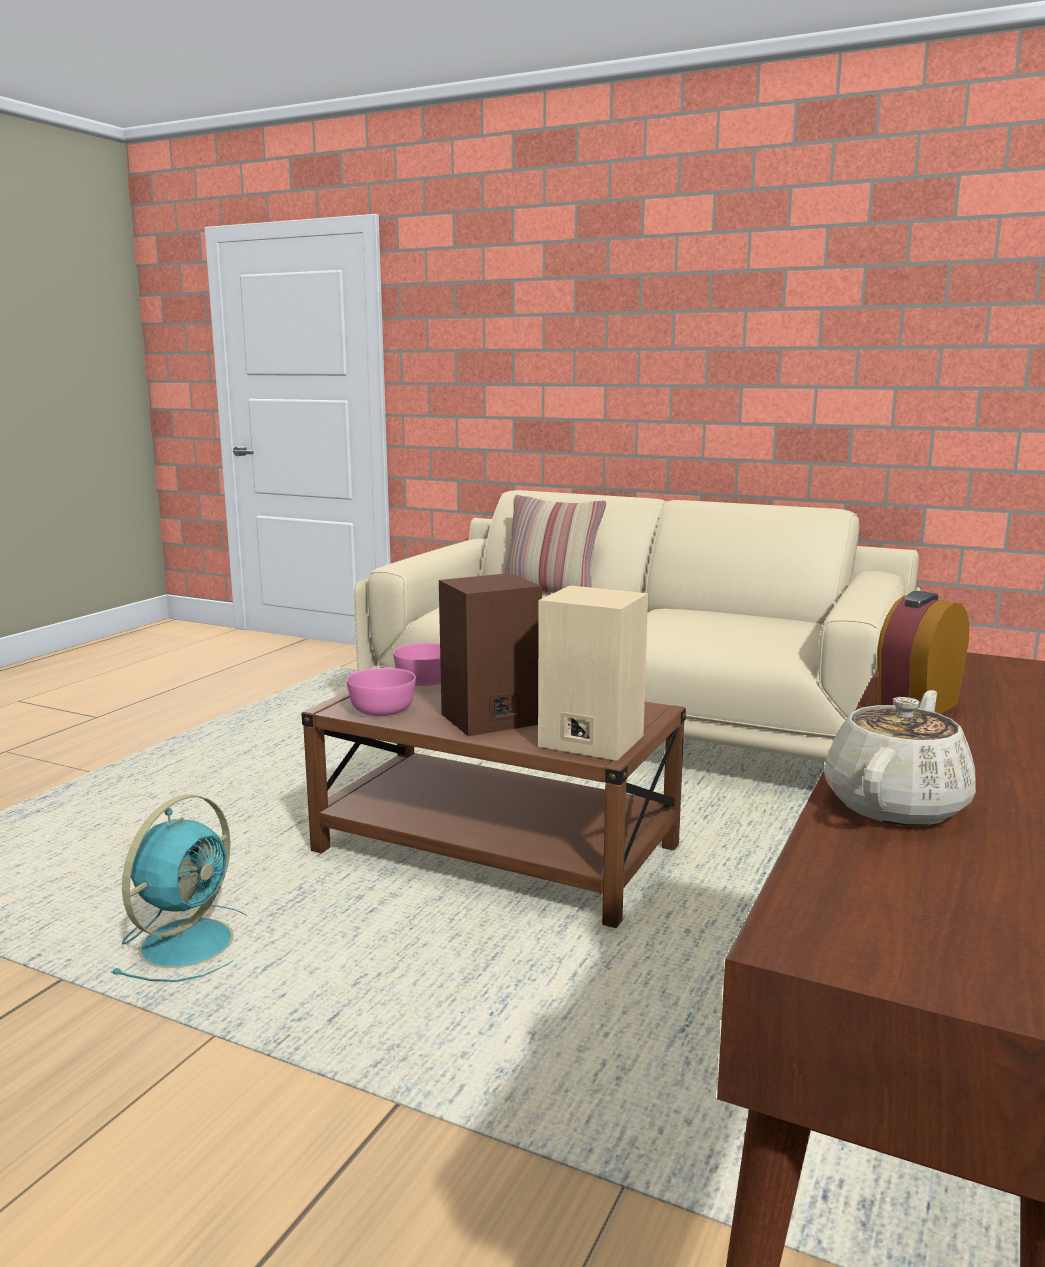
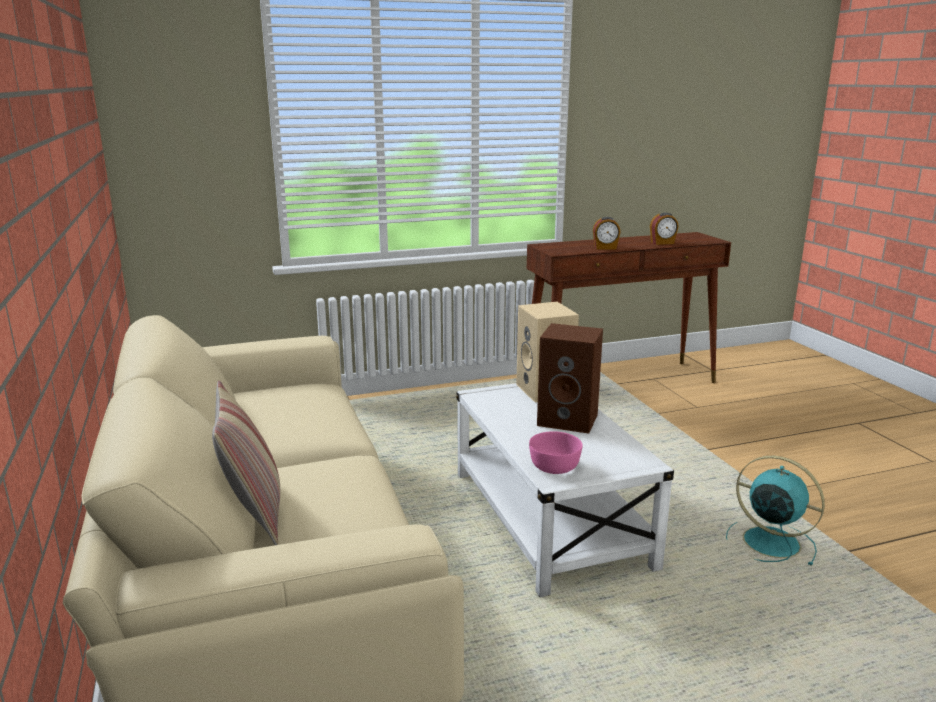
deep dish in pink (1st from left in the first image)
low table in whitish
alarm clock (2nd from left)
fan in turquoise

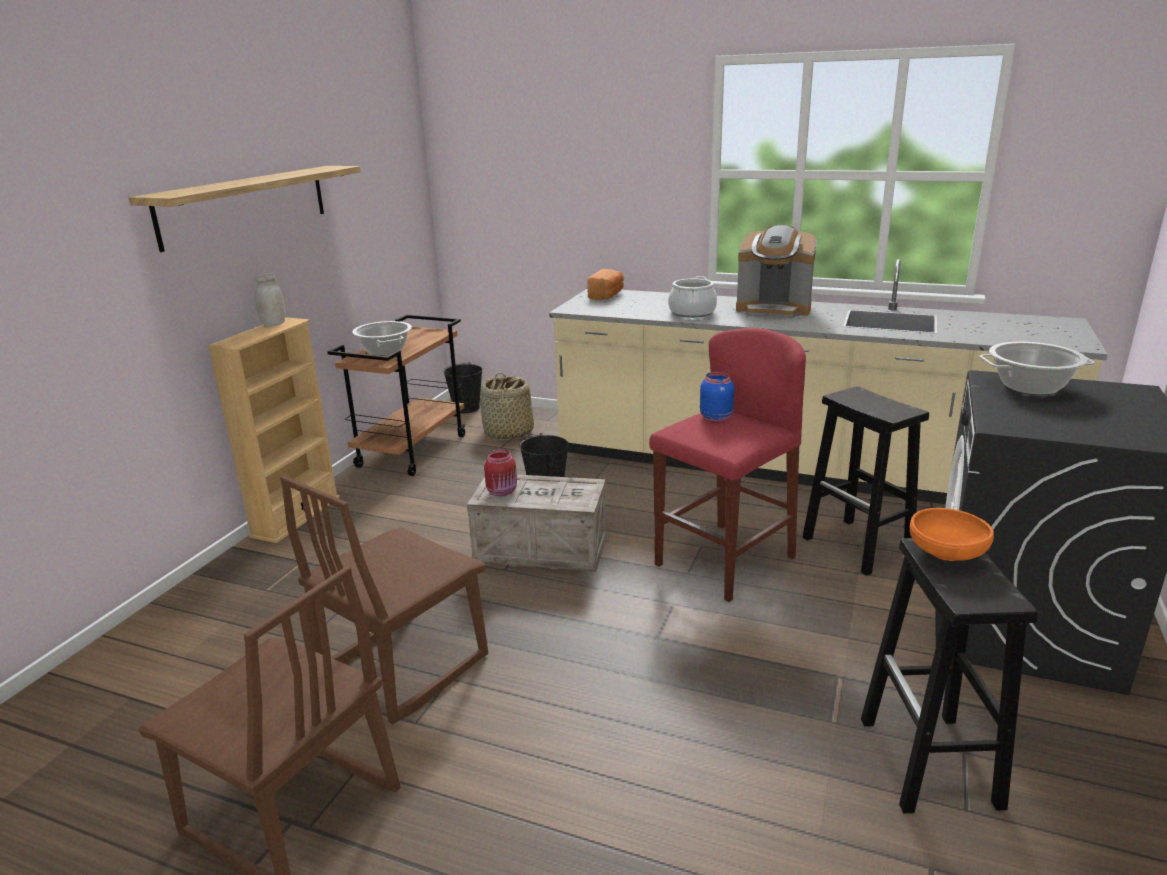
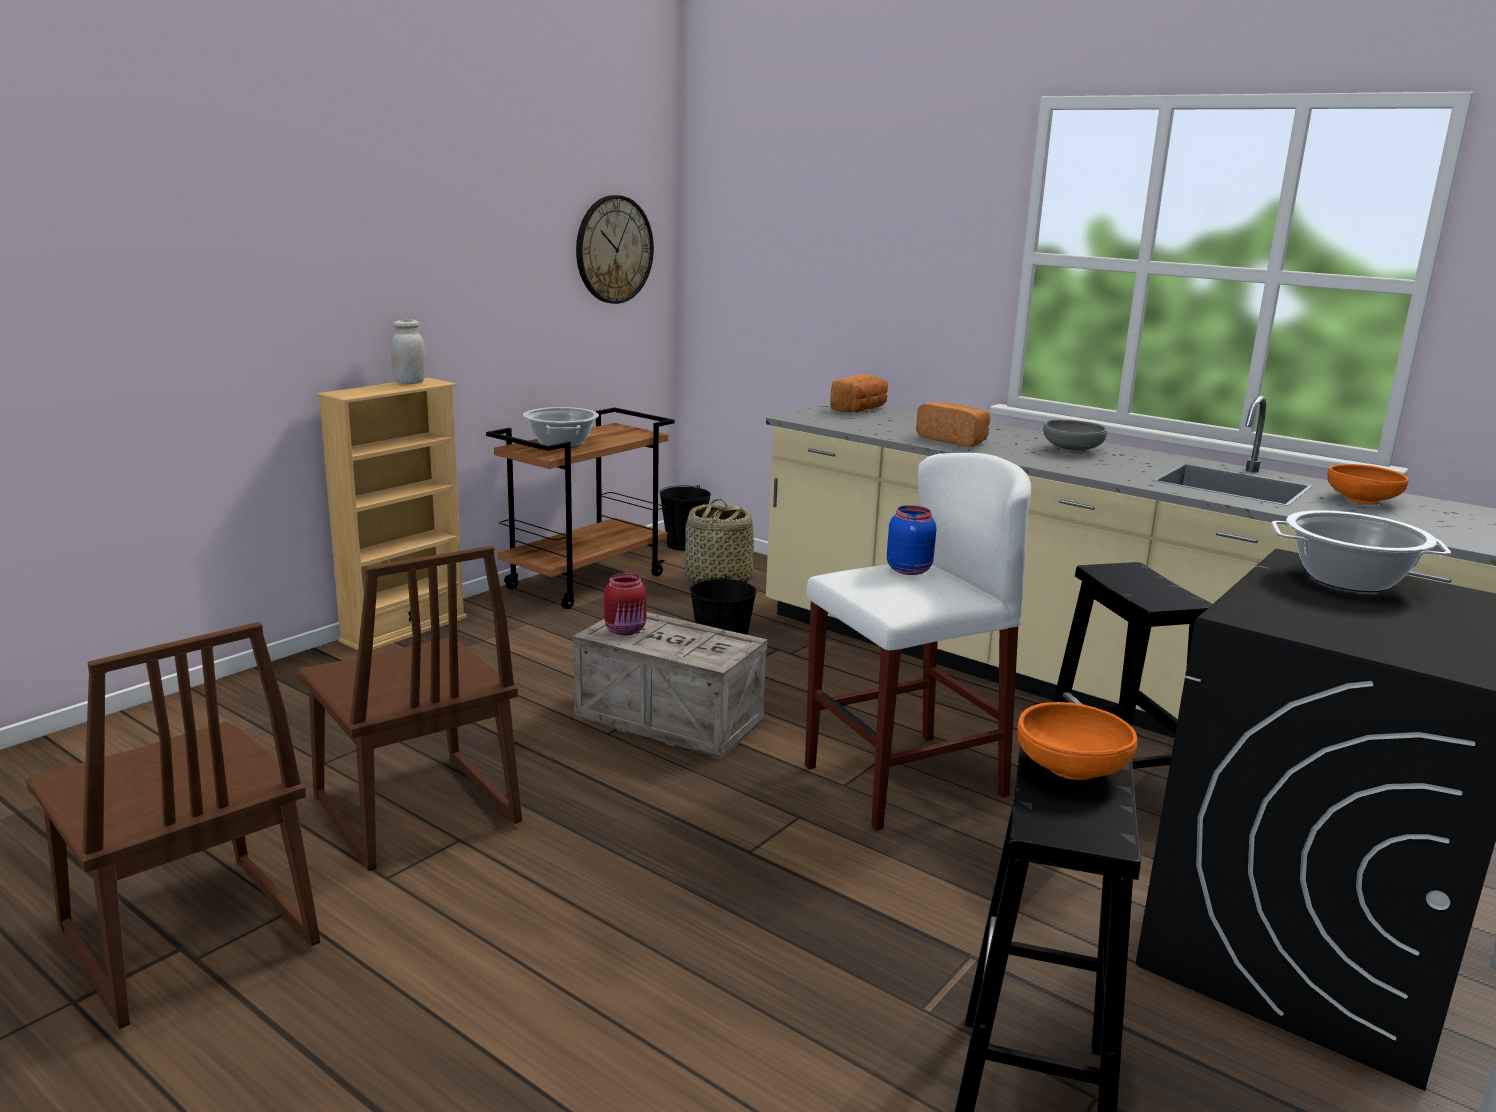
bracket shelf
deep dish in greyish
bakery bread (2nd from left)
stool in whitish
plain chair in brownish (2nd from left)
clock on the wall
deep dish in orange-coloured (2nd from left)

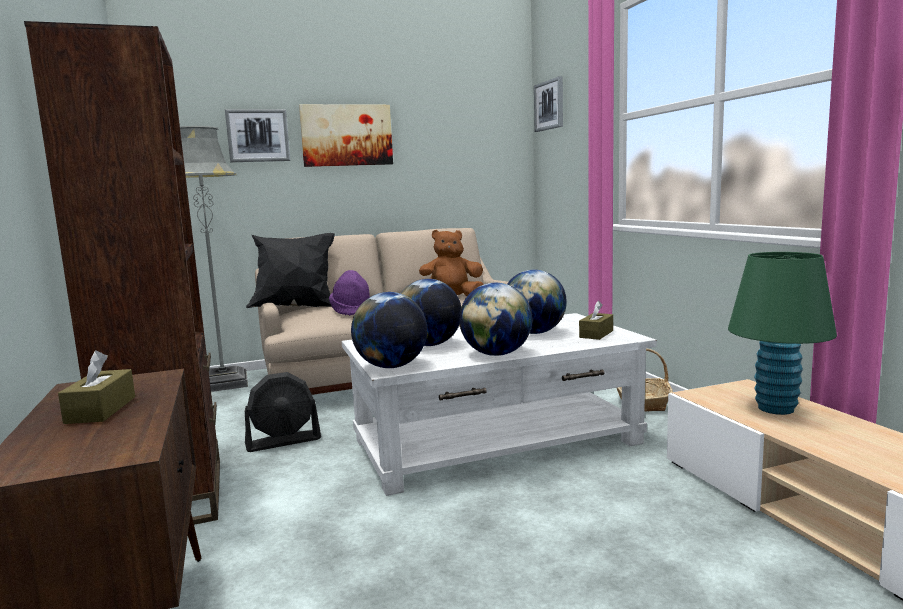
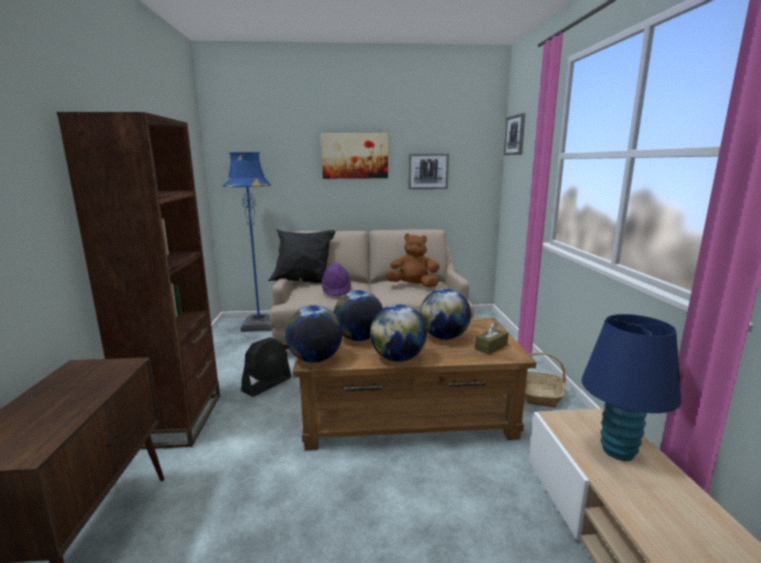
wall art (2nd from left)
standing lamp in blue
table lamp in blue
low table in brownish
box of tissues in brownish (1st from left in the first image)
fan in black

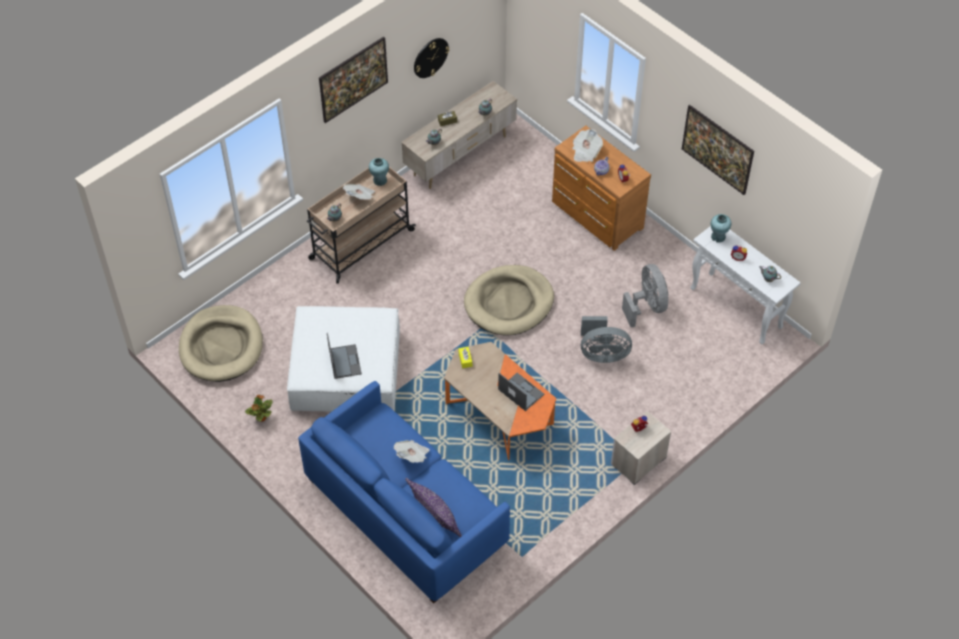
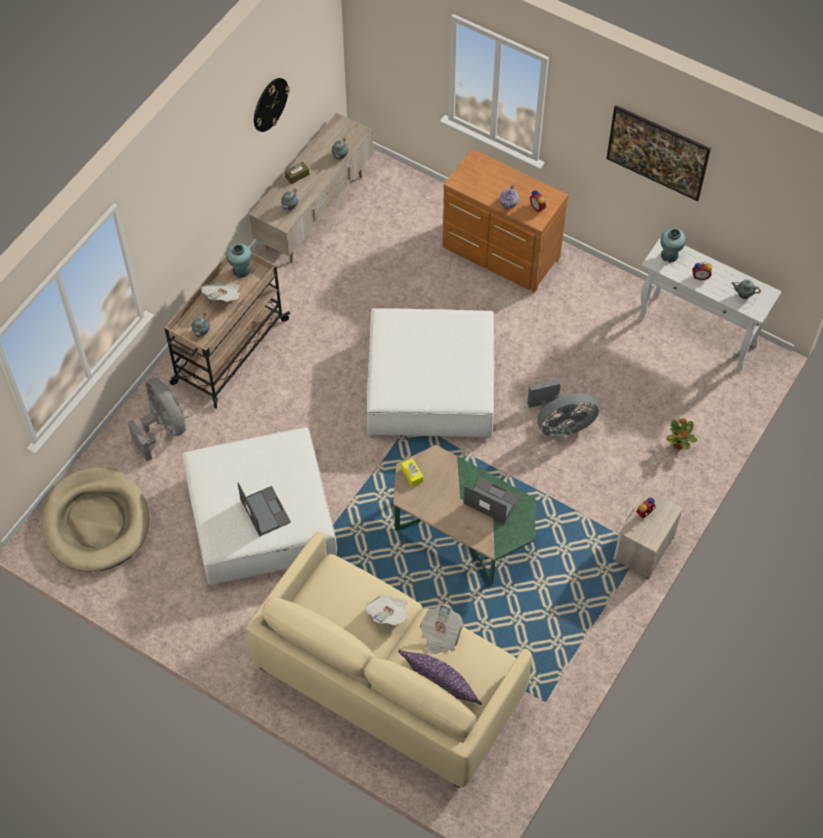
wall art (1st from left in the first image)
daily paper (3rd from left)
fan in greyish (1st from left)
pouffe in whitish (2nd from left)
low table in green
sofa in beige-coloured
potted plant

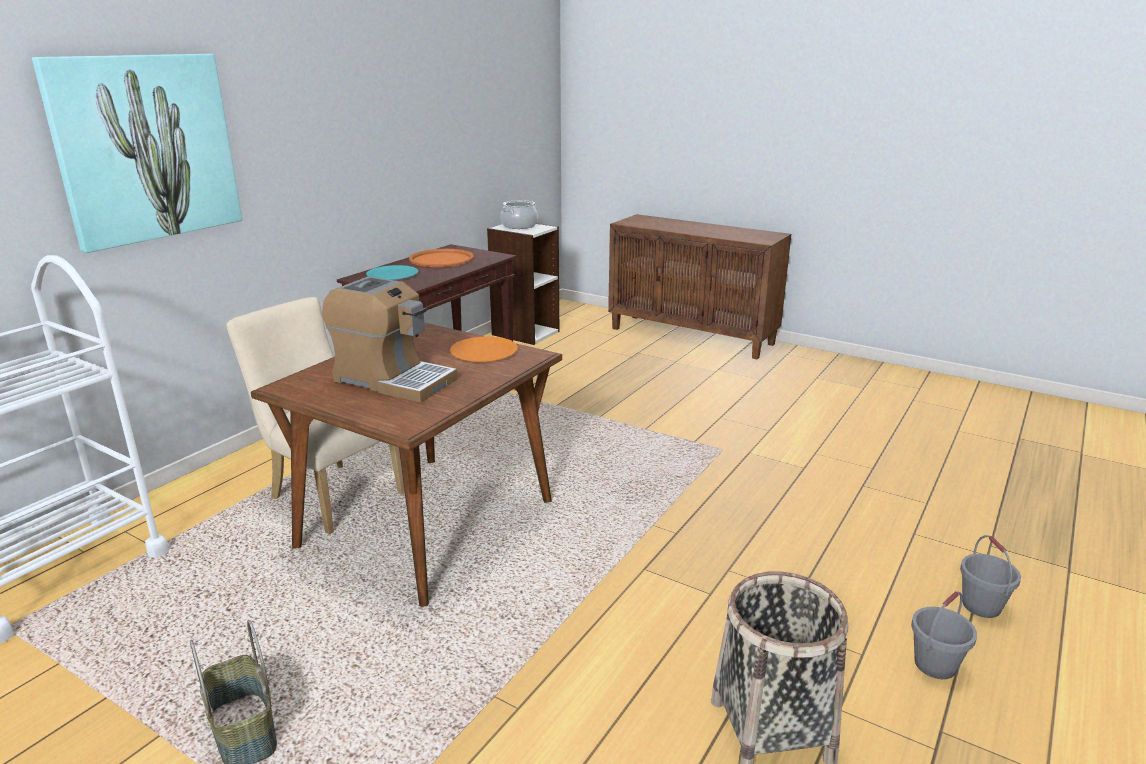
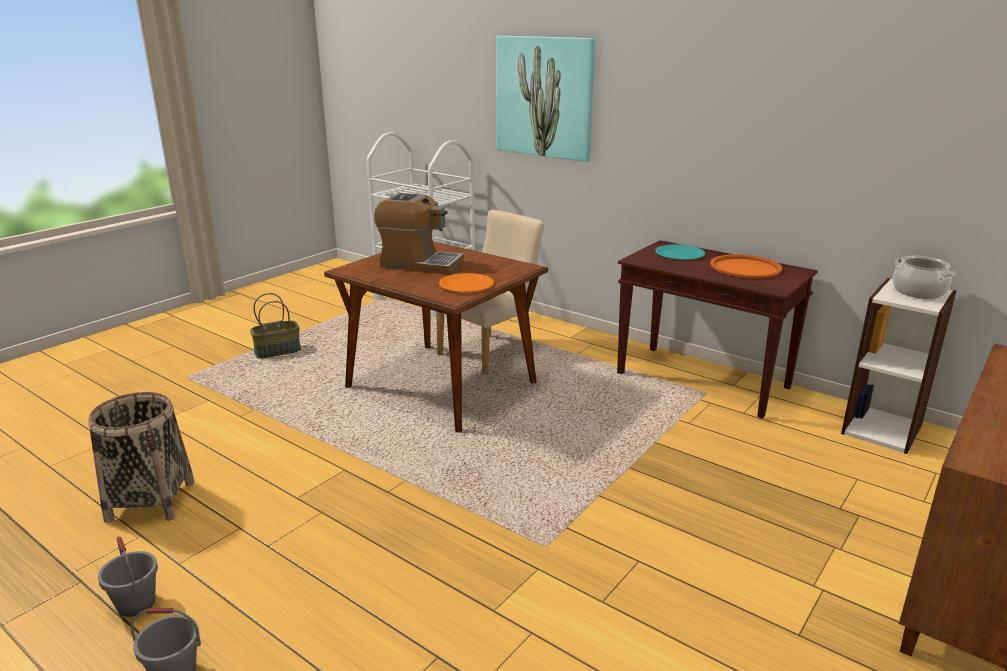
coffee maker

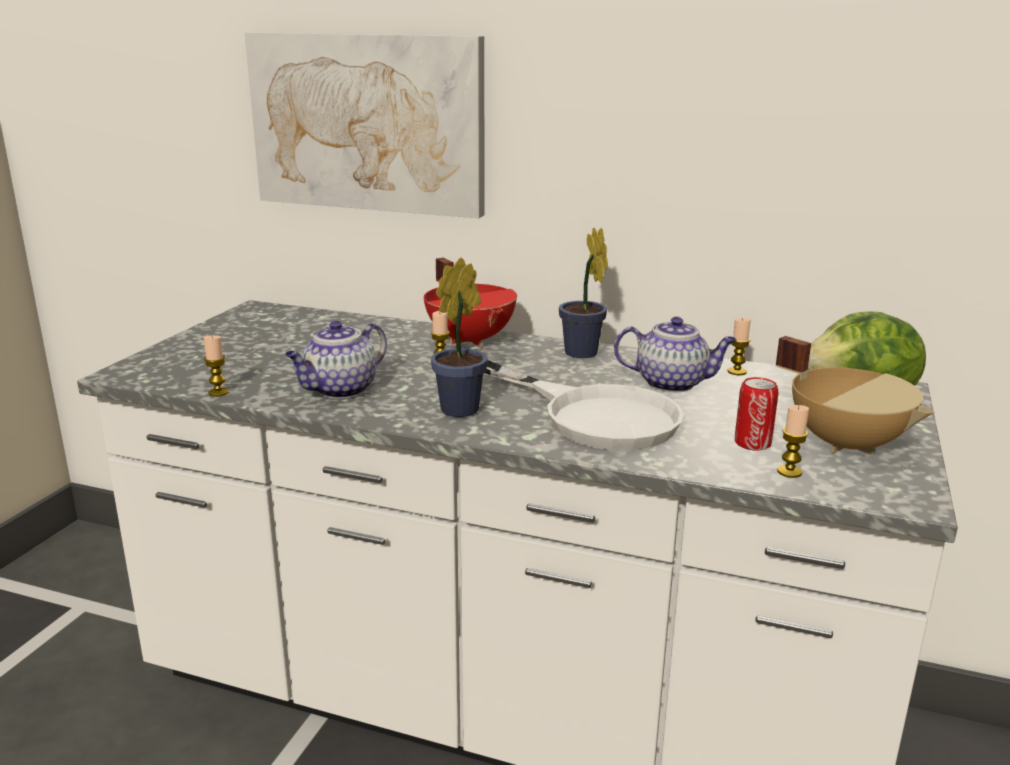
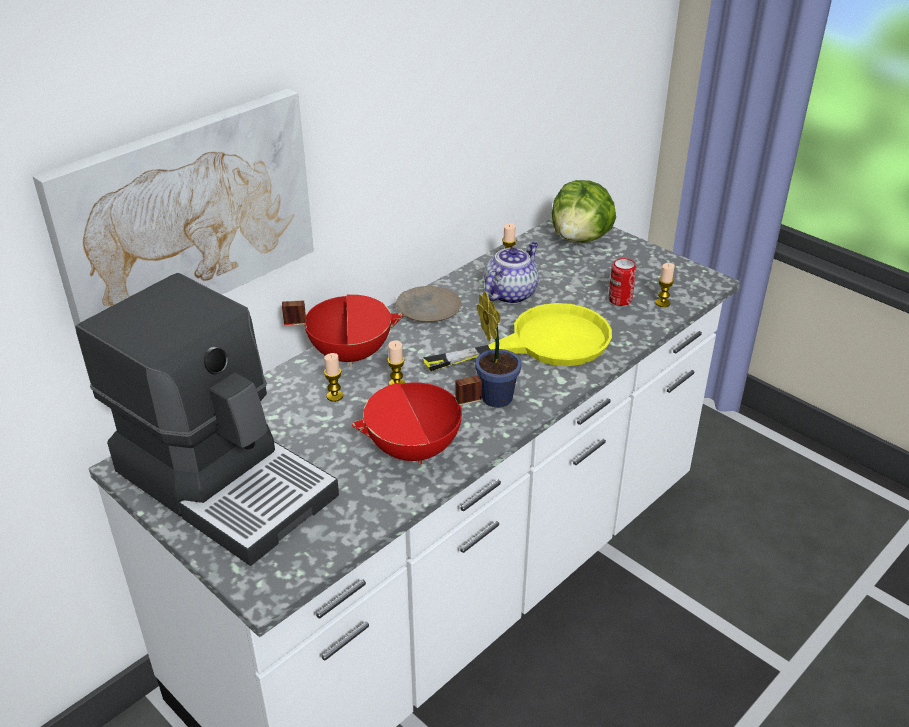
flat dish in beige-coloured
cooking pot in red (2nd from left)
candle (1st from left)
cooking pot in beige-coloured
pan in yellow
coffee maker

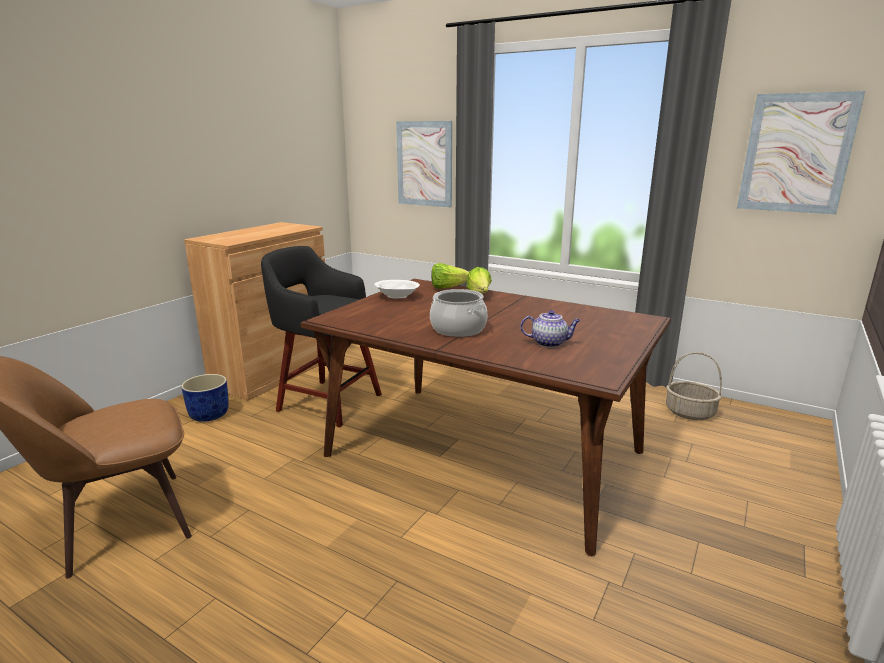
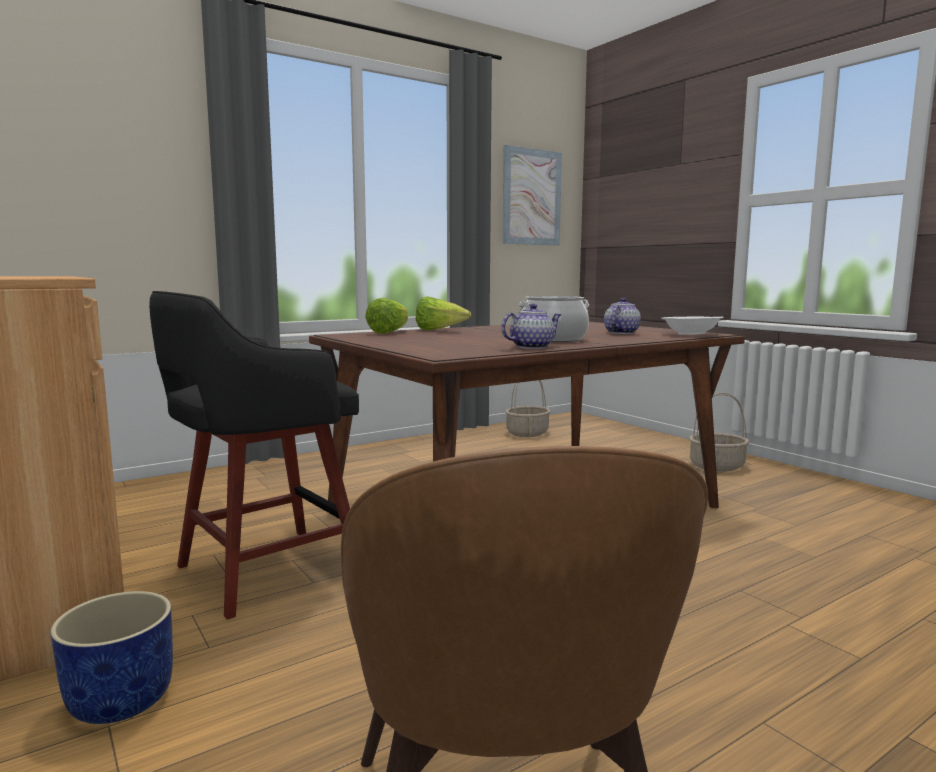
wall art (1st from left in the first image)
deep dish in whitish
tea pot (1st from left)
basket (2nd from left)

